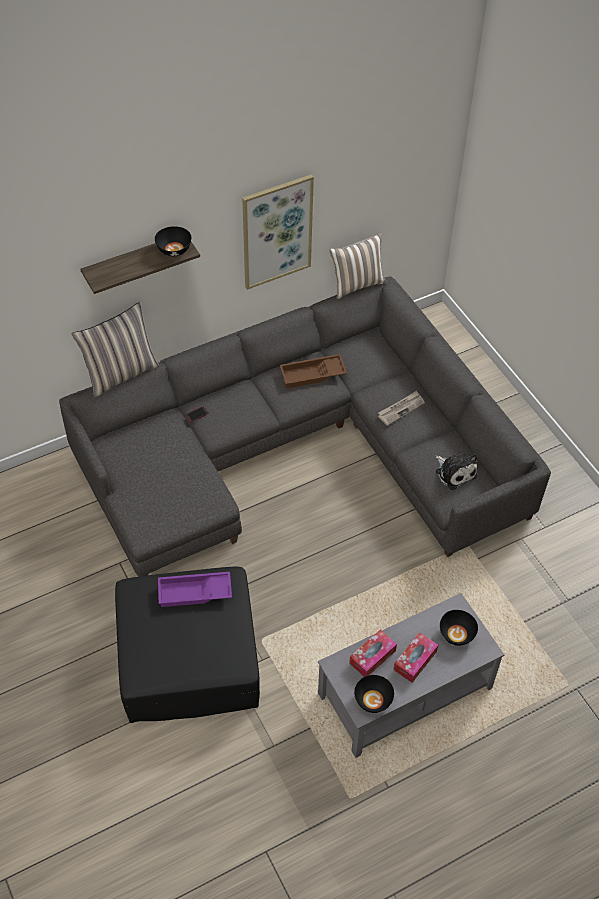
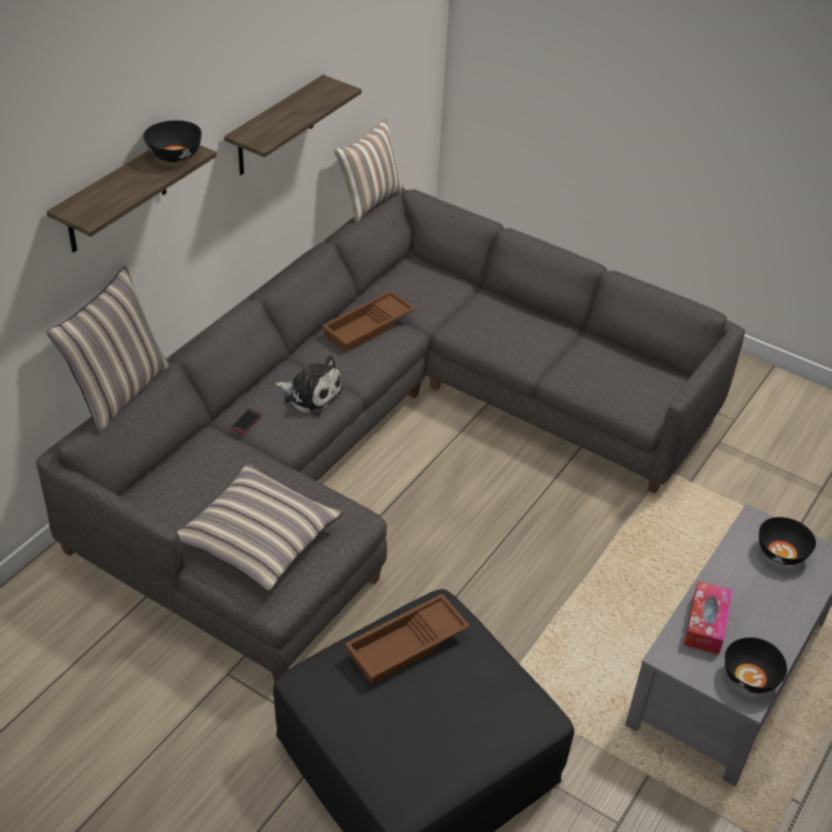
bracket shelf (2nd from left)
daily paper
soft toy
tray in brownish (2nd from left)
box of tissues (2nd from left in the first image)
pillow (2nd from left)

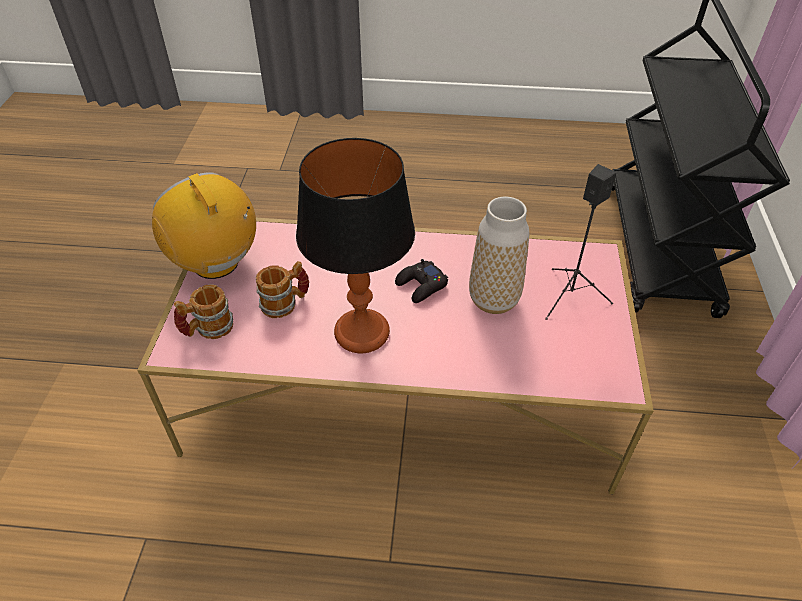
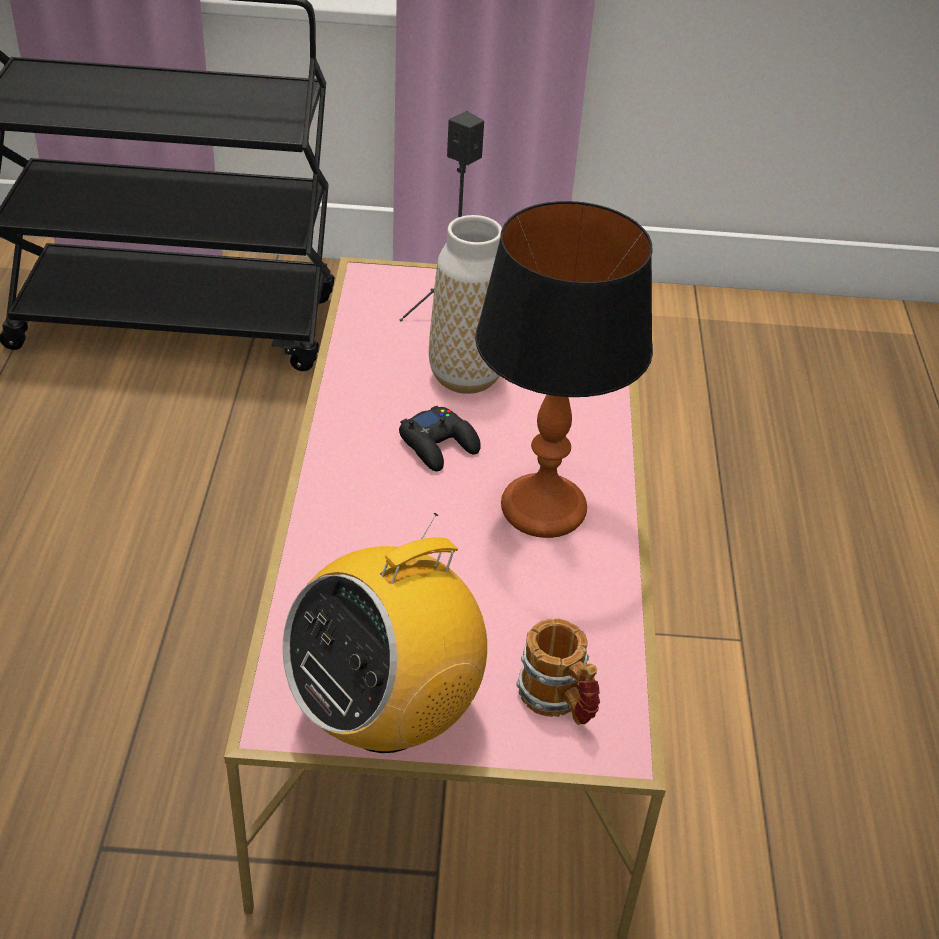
coffee mug (2nd from left in the first image)

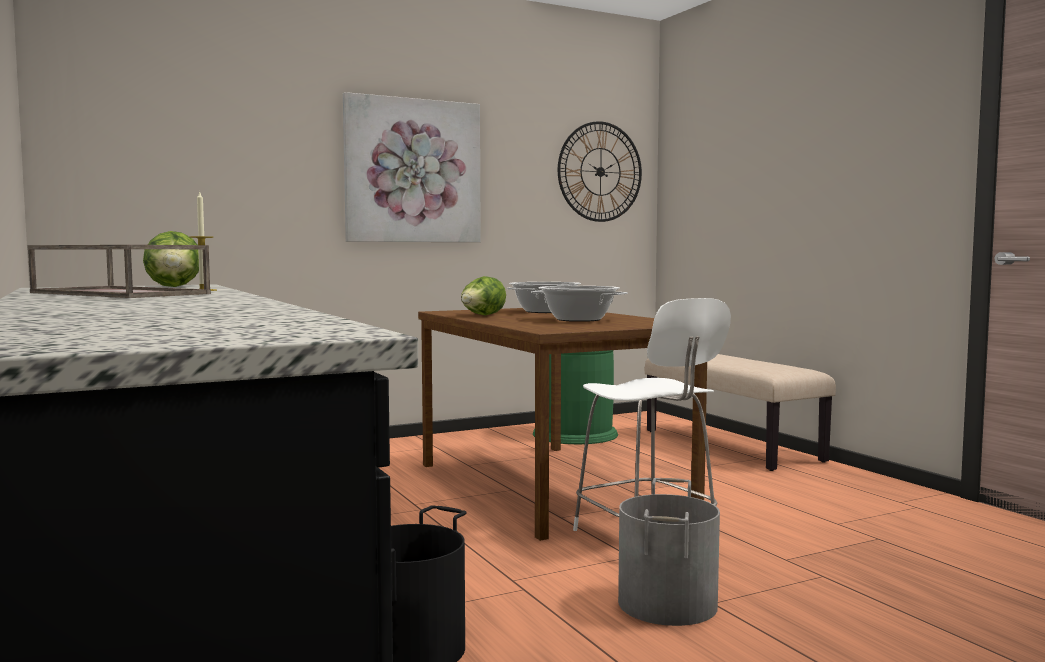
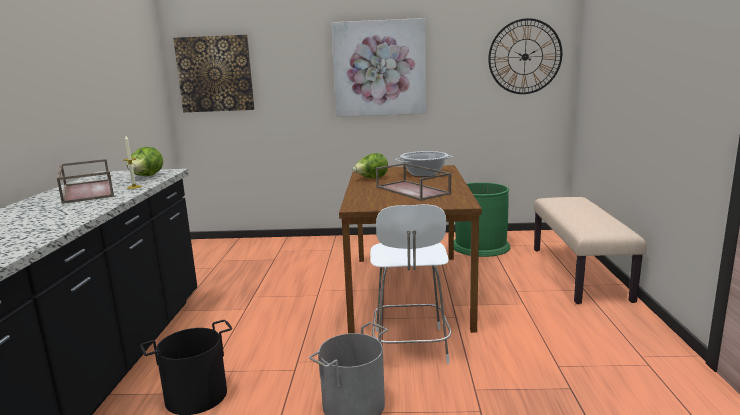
tray in brownish (2nd from left)
wall art (1st from left)

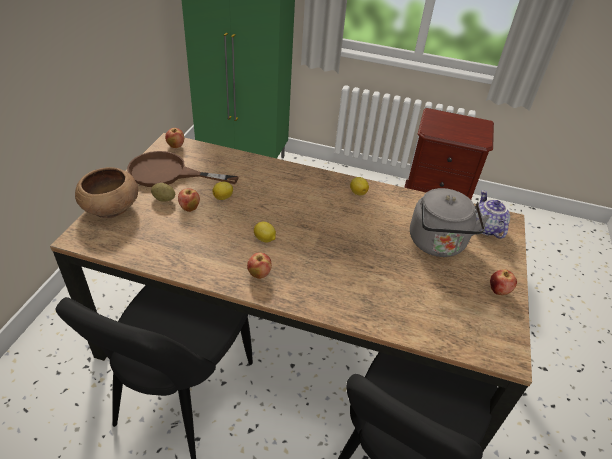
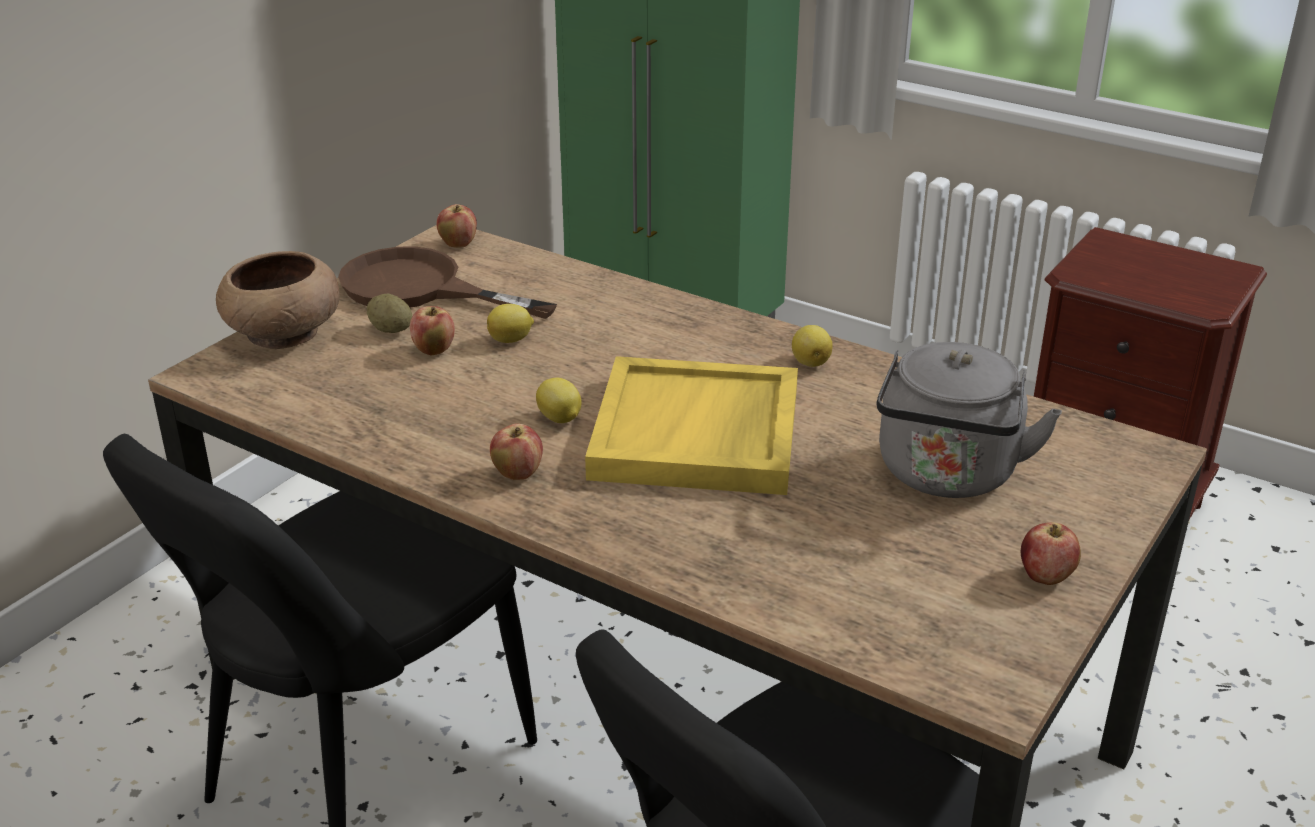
tea pot
tray in yellow

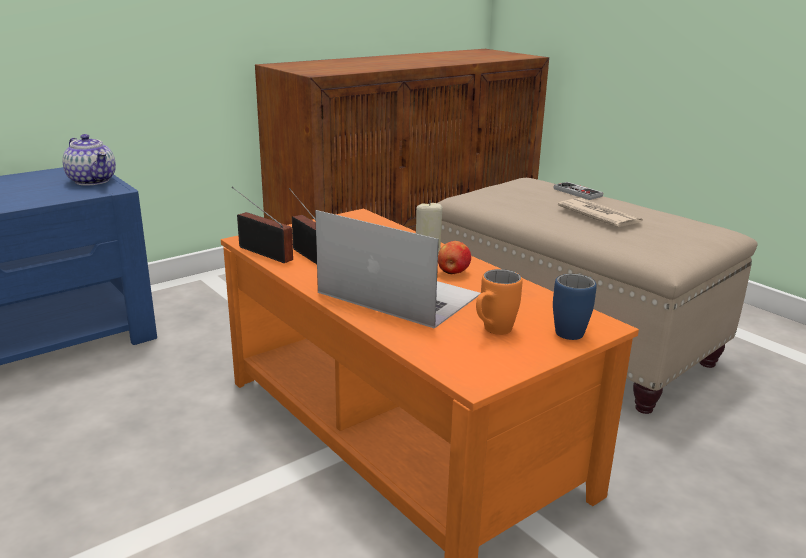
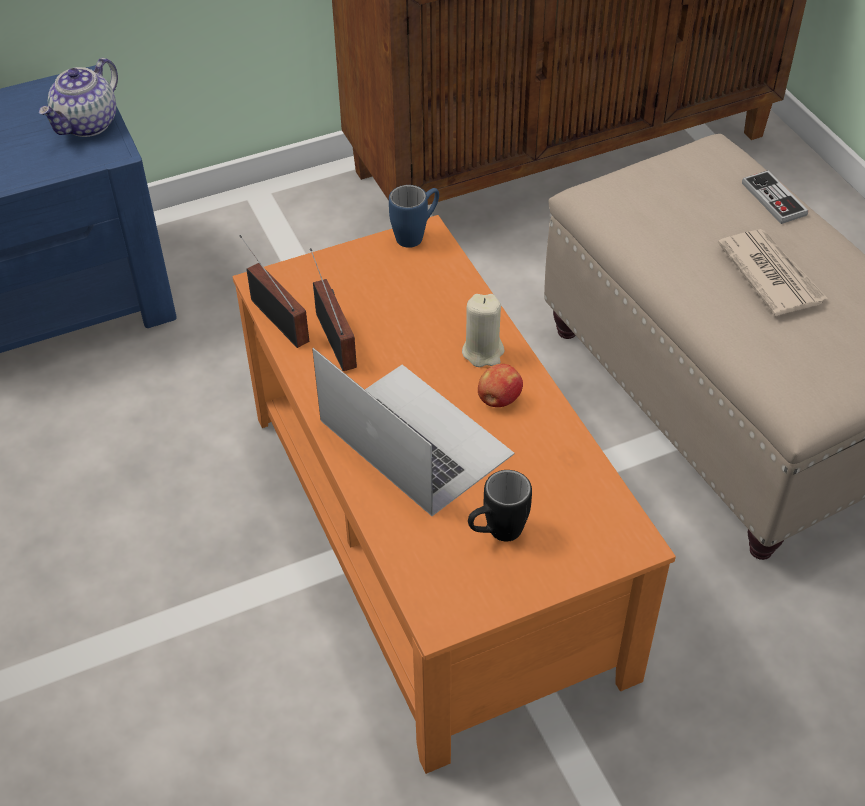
tea pot
coffee mug in black
coffee mug in blue

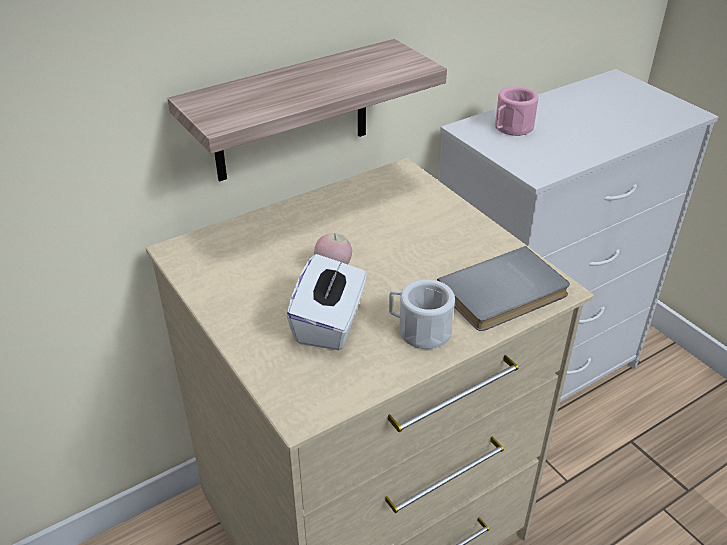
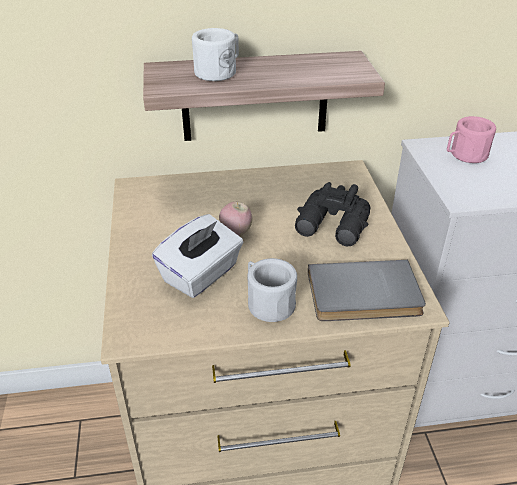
coffee mug in whitish (1st from left)
pair of binoculars in black

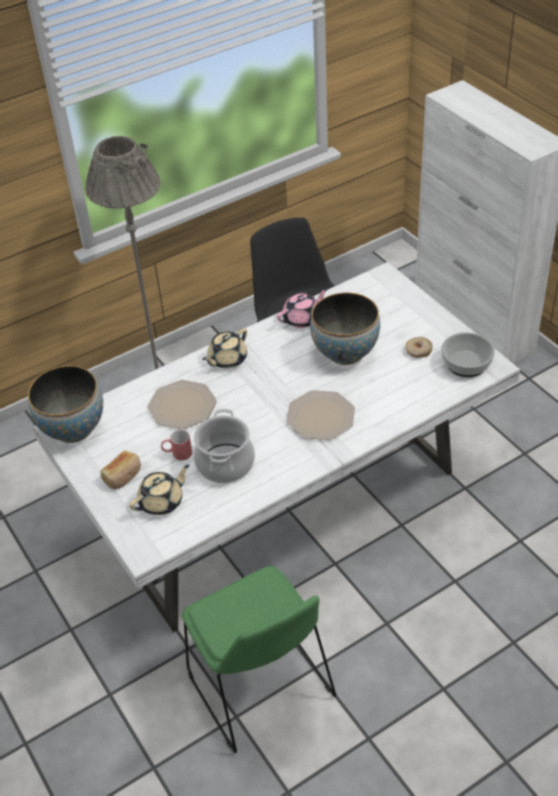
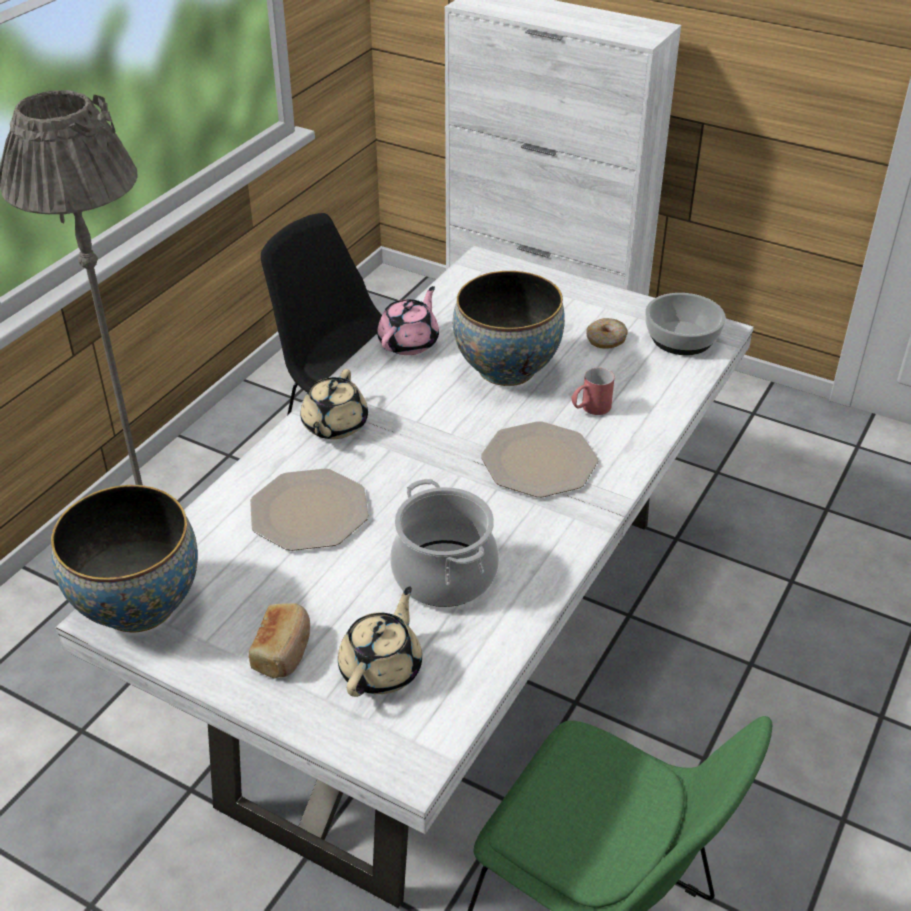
coffee mug in red

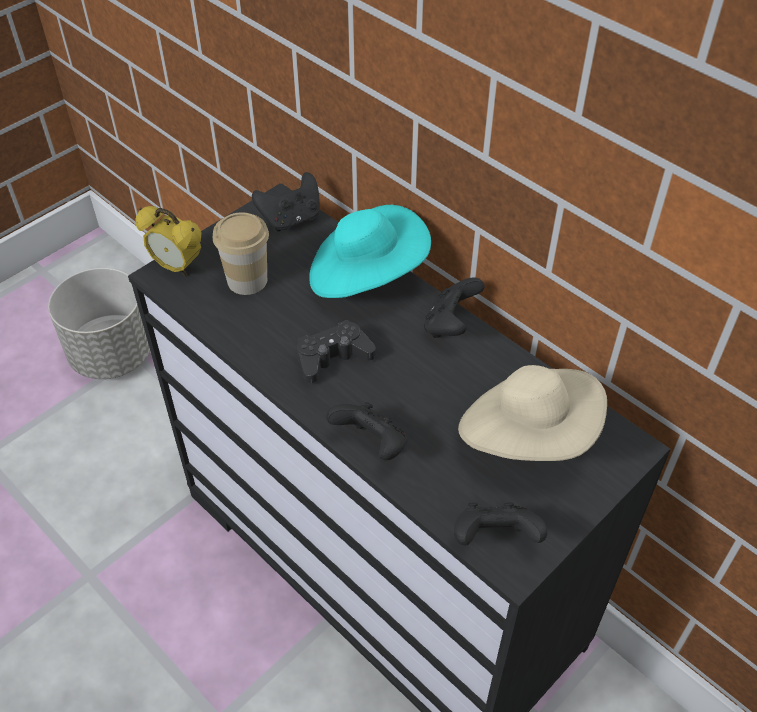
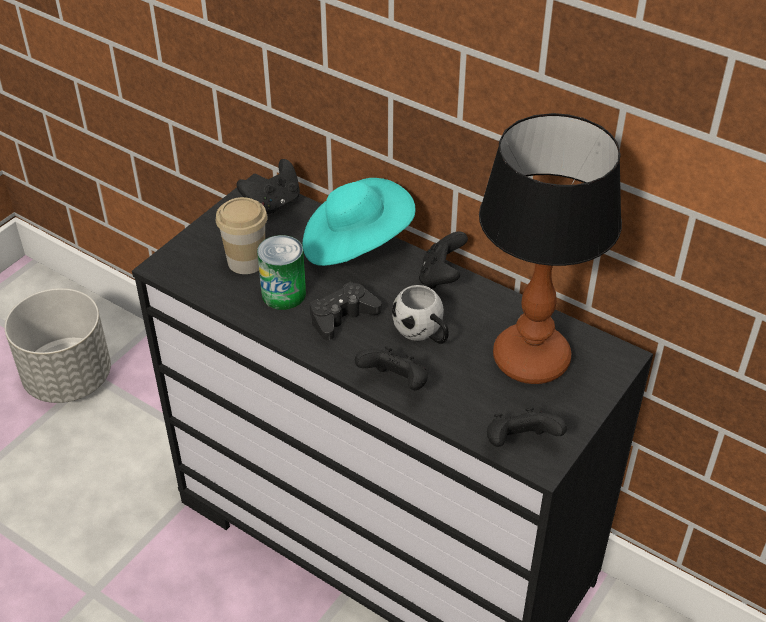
alarm clock
table lamp
metal can
coffee mug in whitish

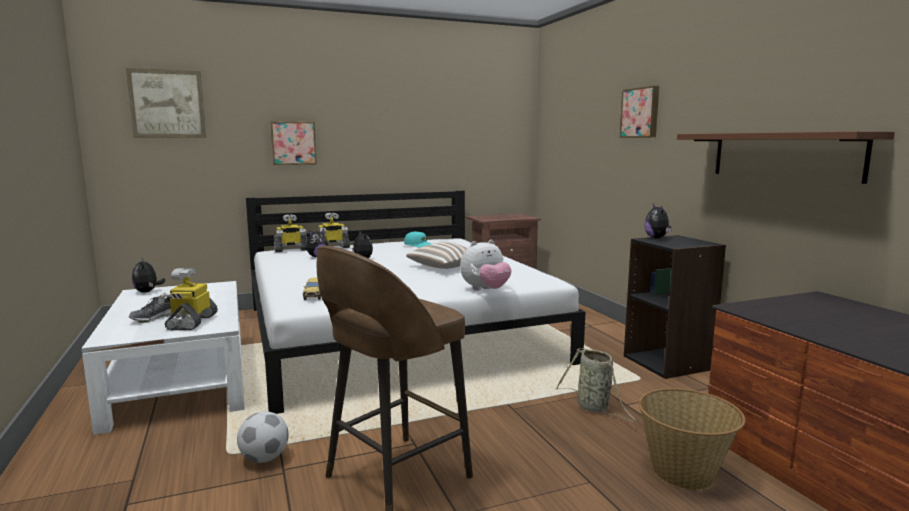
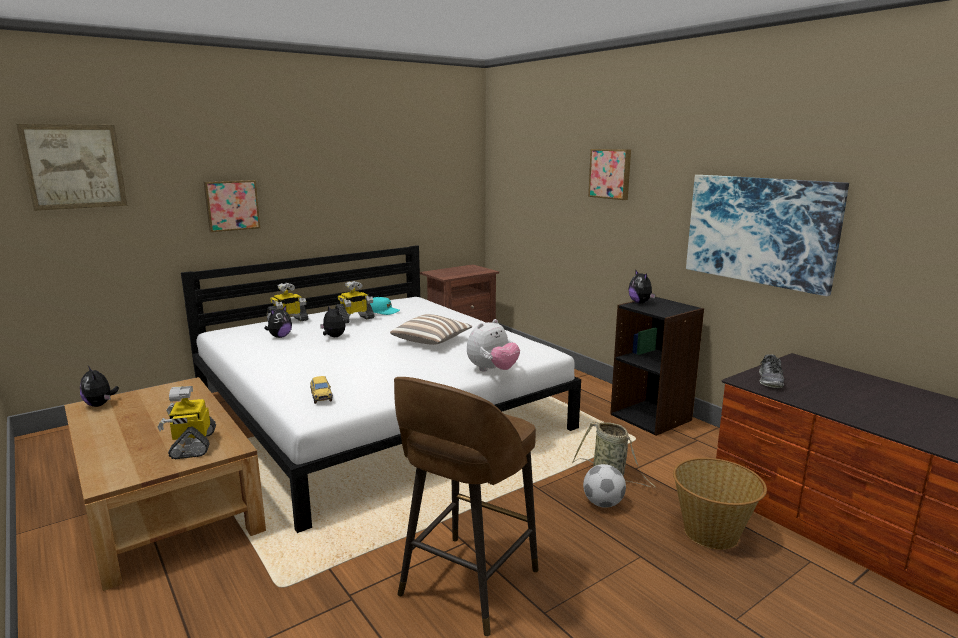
wall art (4th from left)
robot figure (3rd from left)
low table in brownish
shoe
ball for football

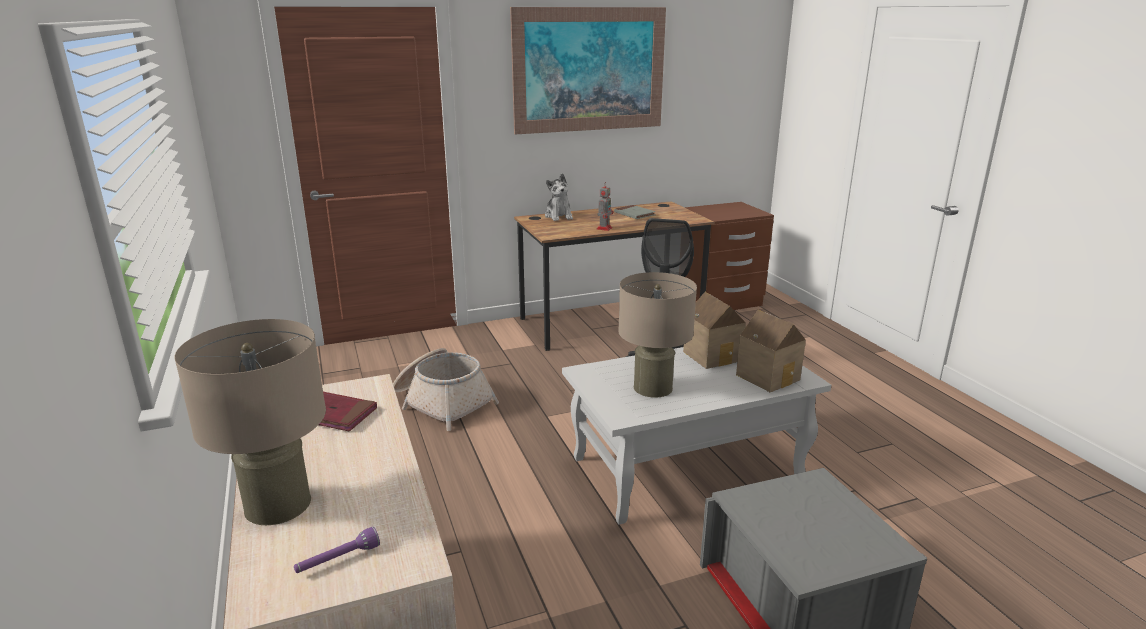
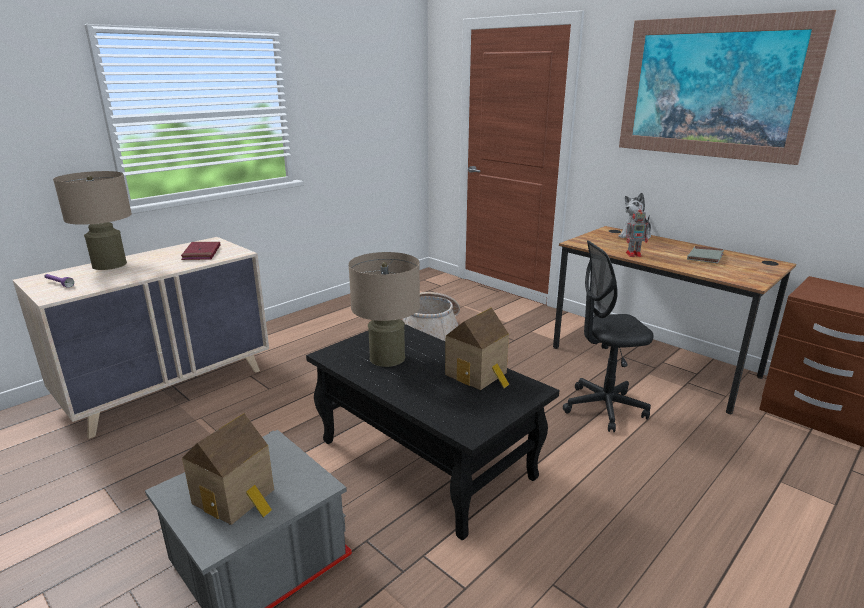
toy house (1st from left)
low table in black

